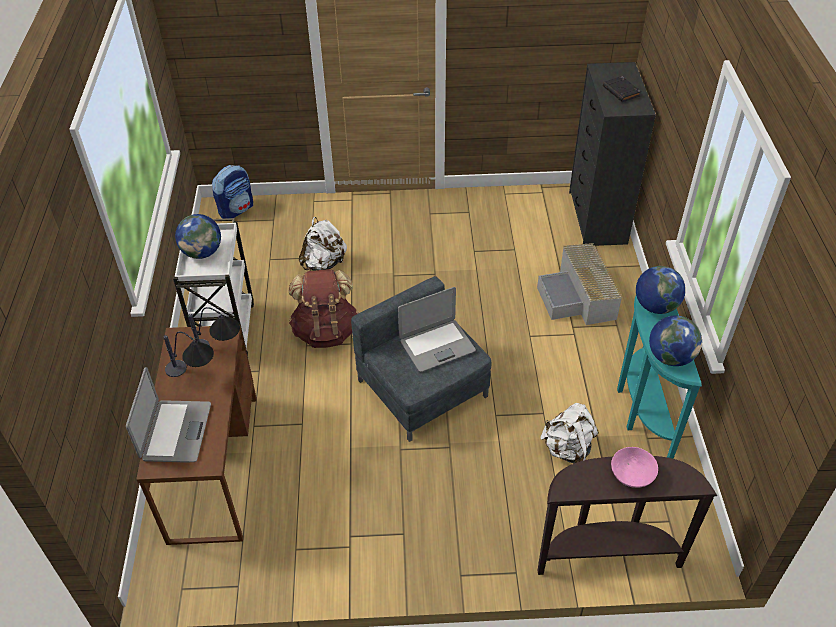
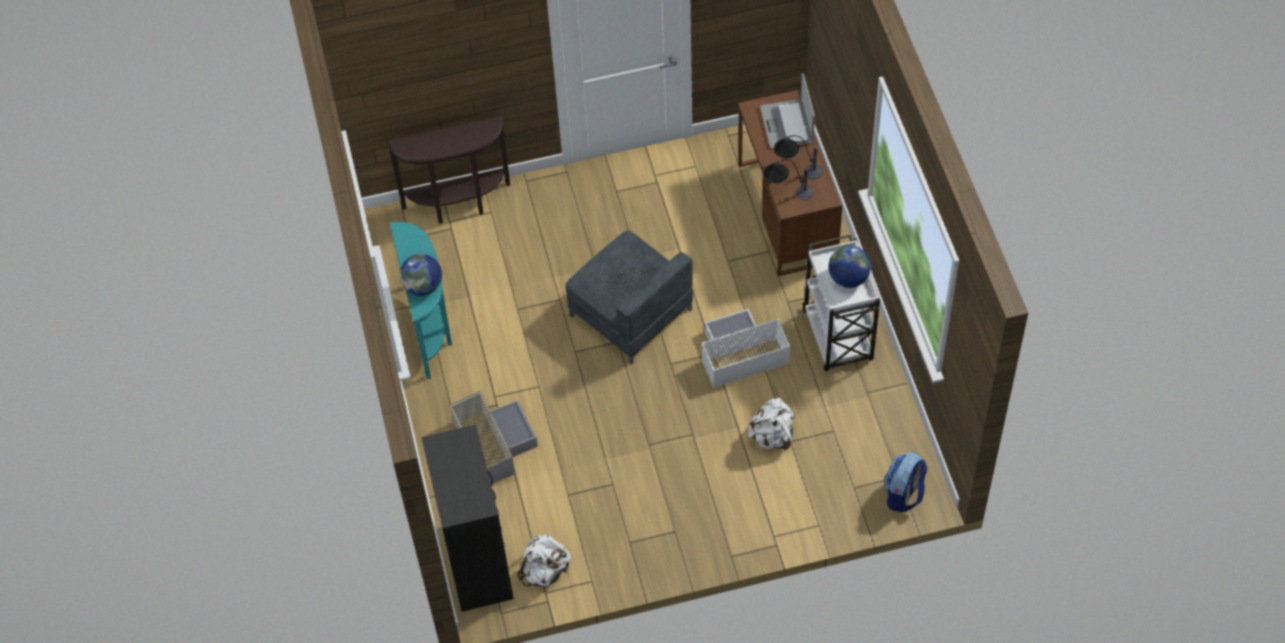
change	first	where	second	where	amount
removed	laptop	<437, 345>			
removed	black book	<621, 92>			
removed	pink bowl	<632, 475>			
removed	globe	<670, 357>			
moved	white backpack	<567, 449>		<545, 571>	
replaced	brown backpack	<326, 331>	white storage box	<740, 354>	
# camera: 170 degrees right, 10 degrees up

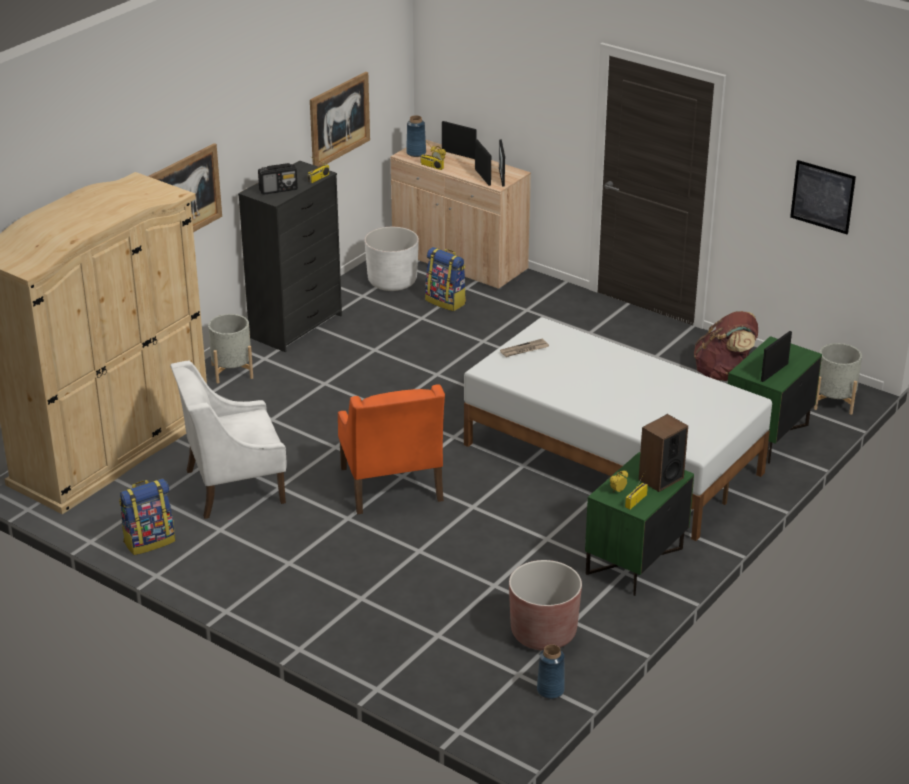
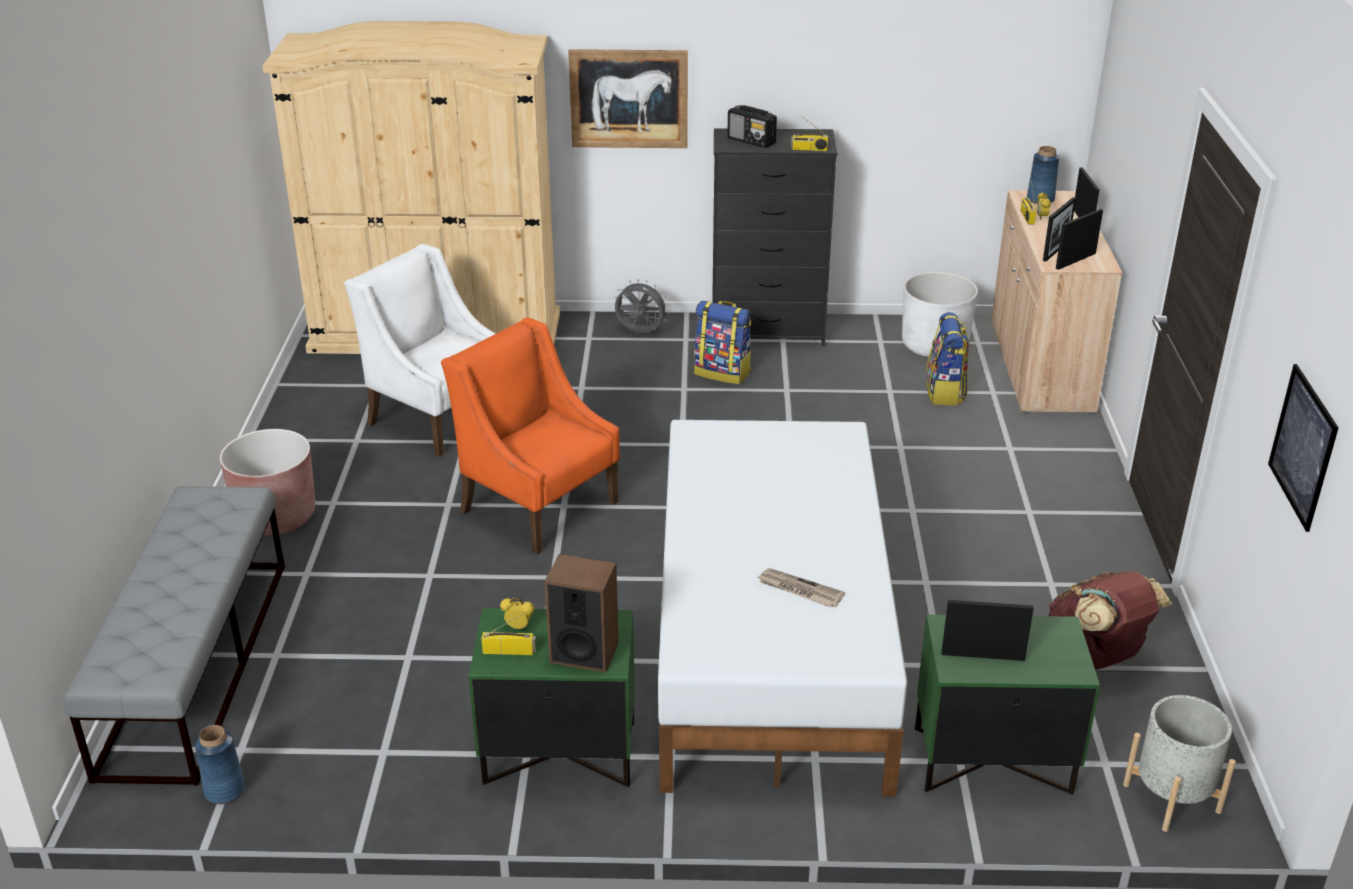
change	first	where	second	where	amount
removed	picture	<339, 120>			
added			grey bench	<196, 664>	
moved	backpack	<149, 541>		<723, 373>	
moved	newspaper	<524, 350>		<799, 590>	
moved	brown planter	<543, 633>		<276, 517>	
replaced	grey planter	<232, 371>	grey fan	<640, 333>	
turned	orange armchair	<391, 485>		<538, 505>	90 degrees clockwise
# camera: 55 degrees right, 0 degrees up

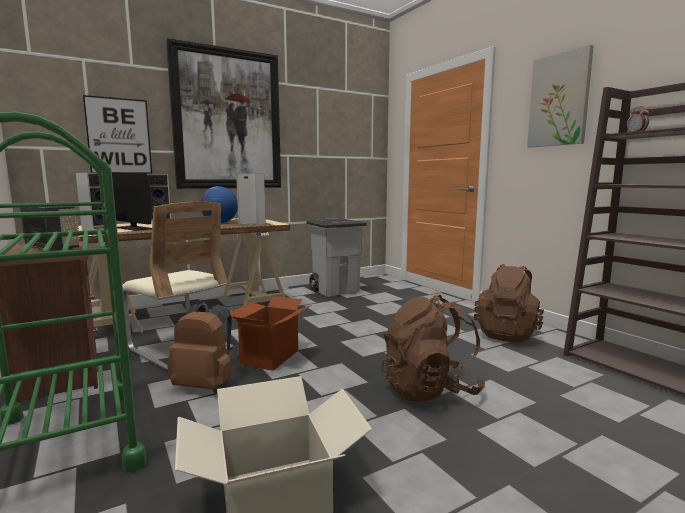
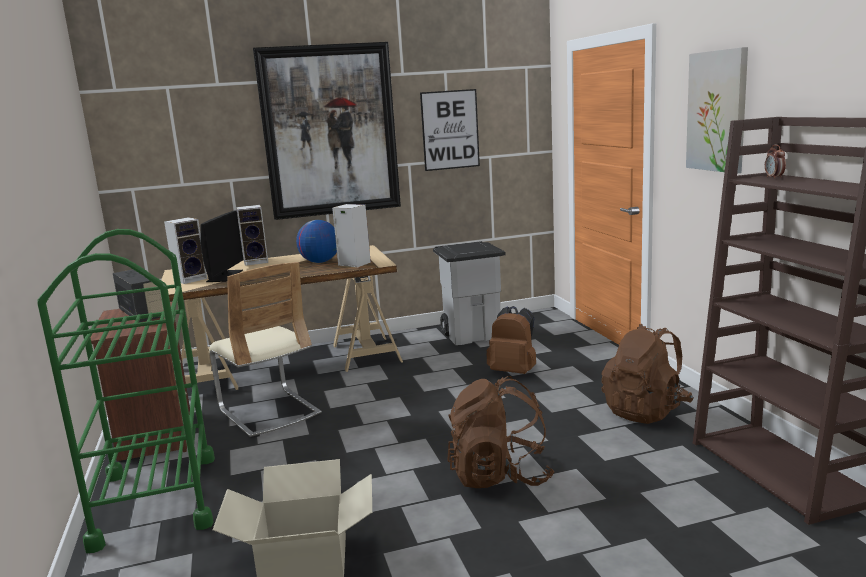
change	first	where	second	where	amount
removed	cardboard box	<269, 357>			
moved	picture	<119, 136>		<450, 130>	
moved	brown backpack	<205, 385>		<514, 371>	
turned	monitor	<133, 228>		<225, 276>	135 degrees counterclockwise
# camera: 15 degrees right, 5 degrees up

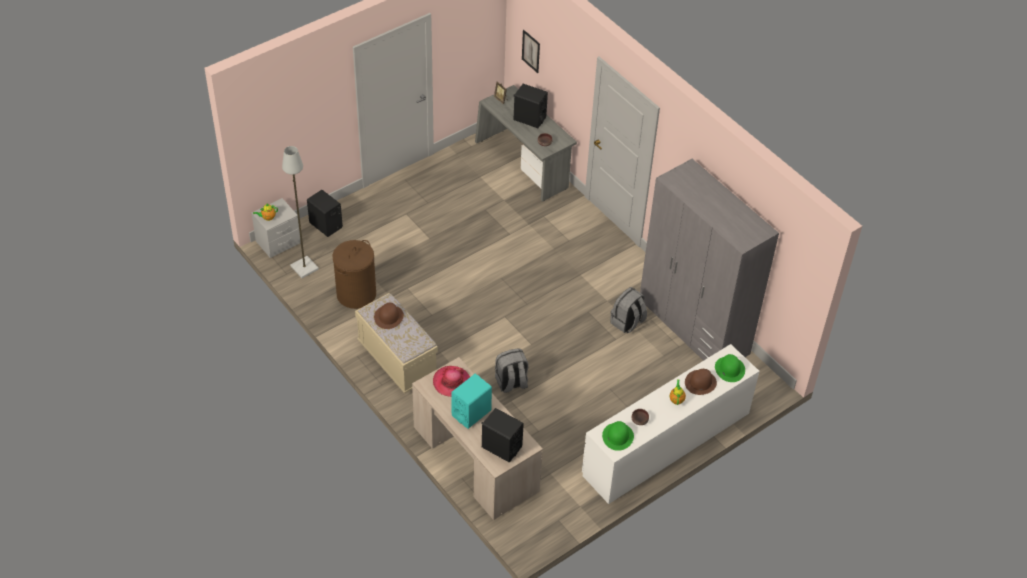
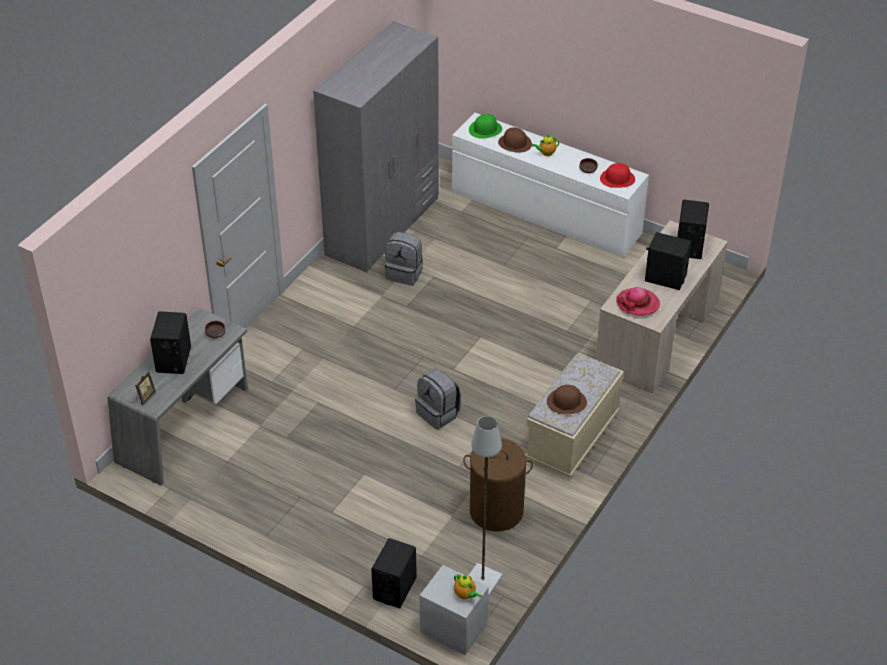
change	first	where	second	where	amount
removed	picture	<531, 51>			
moved	grey backpack	<511, 383>		<438, 413>	
recoloured	turquoise speaker	<471, 413>	black speaker	<665, 278>	
recoloured	green hat	<617, 436>	red hat	<617, 179>	
# camera: 110 degrees left, 5 degrees down

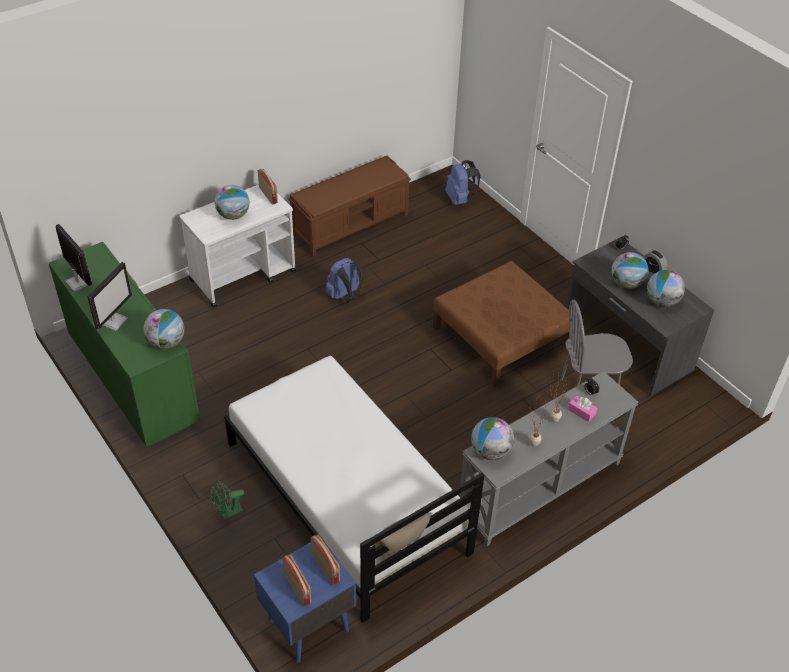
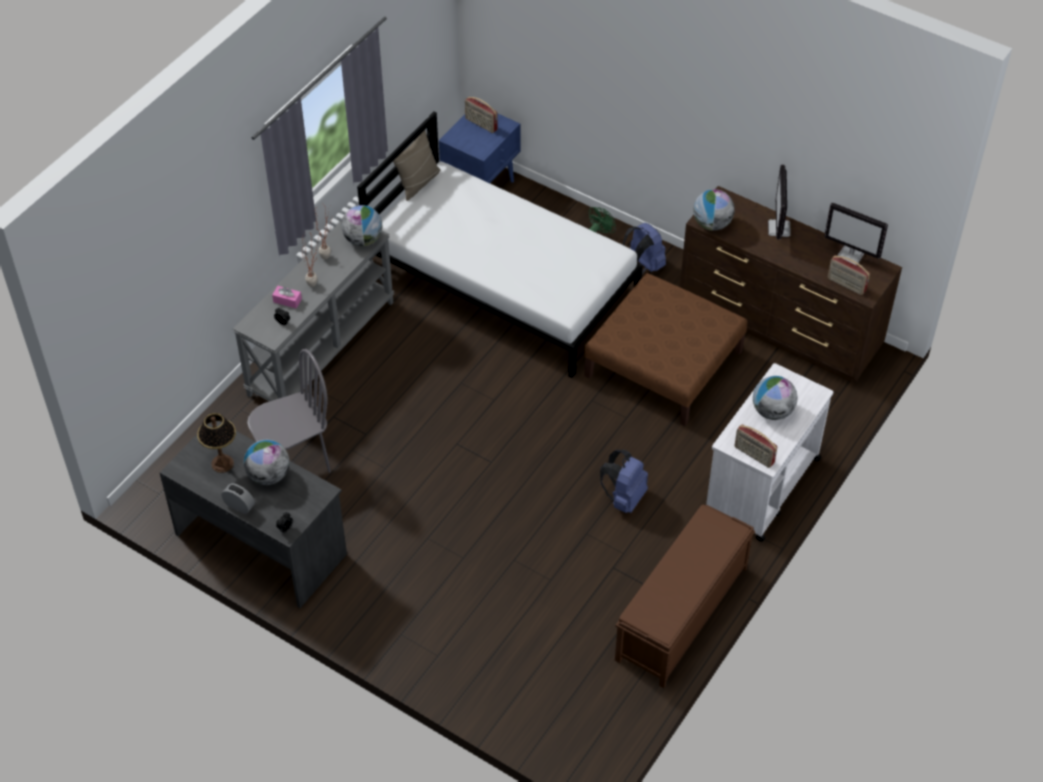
change	first	where	second	where	amount
moved	radio	<326, 567>		<846, 285>	
moved	brown ottoman	<501, 338>		<663, 363>	
moved	blue backpack	<460, 199>		<642, 266>	
replaced	globe	<662, 301>	table lamp	<222, 463>	
recoloured	green dresser	<133, 379>	brown dresser	<780, 326>	
# camera: 160 degrees right, 5 degrees up

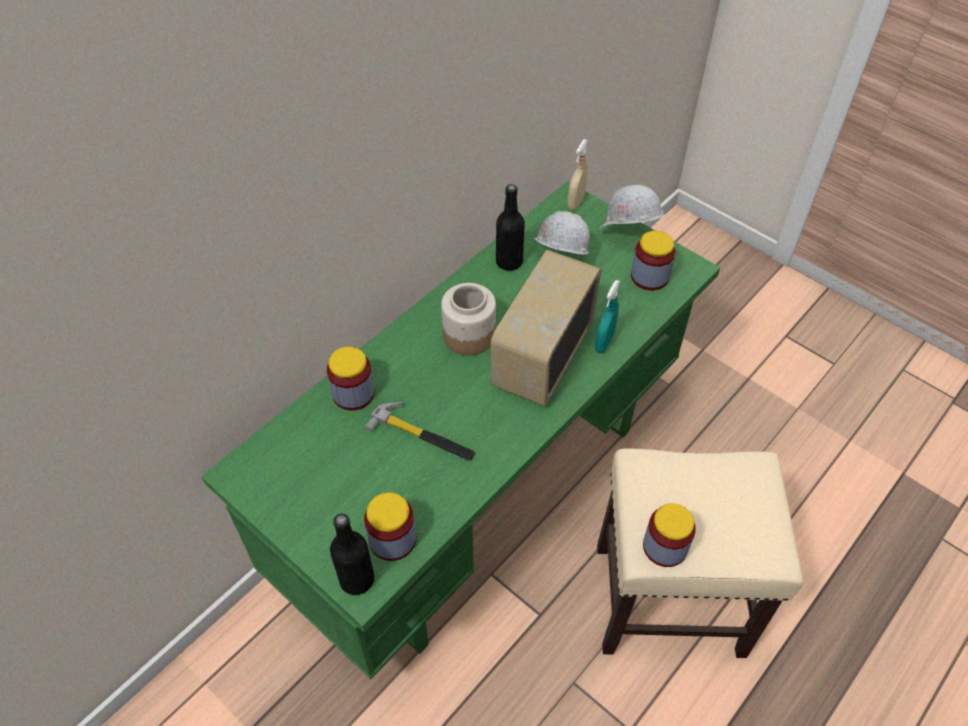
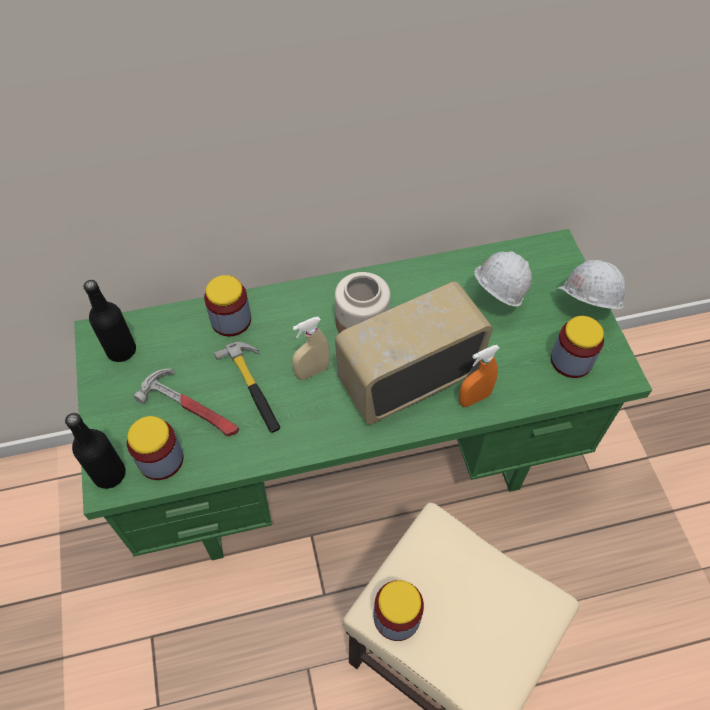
change	first	where	second	where	amount
added			hammer	<192, 407>	
moved	black bottle	<509, 262>		<121, 350>	
moved	beige spray bottle	<576, 202>		<312, 371>	
recoloured	turquoise spray bottle	<604, 343>	orange spray bottle	<474, 398>	
# camera: 35 degrees right, 5 degrees up

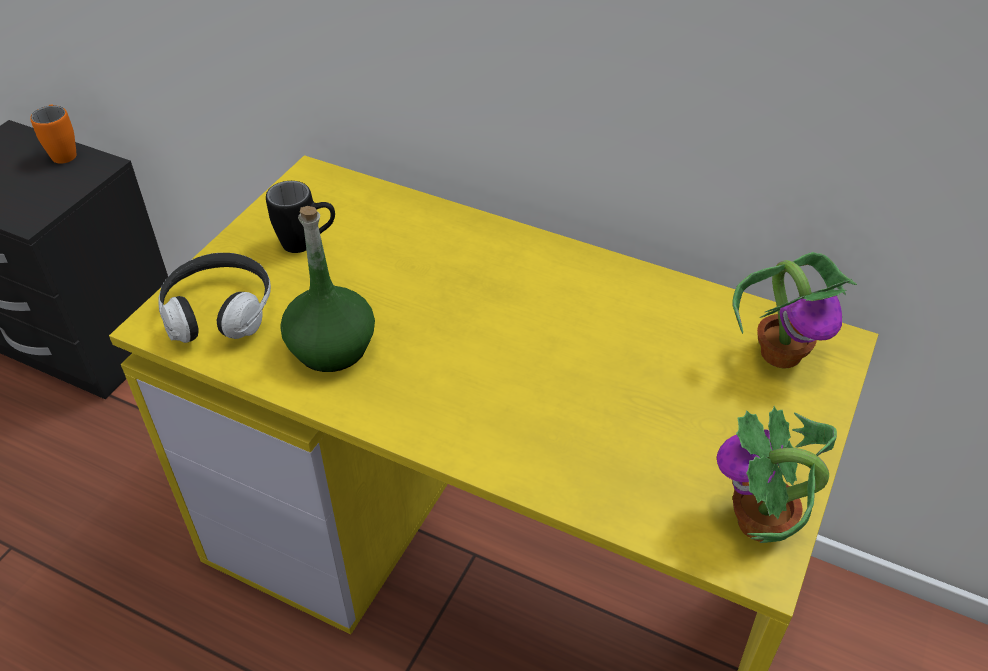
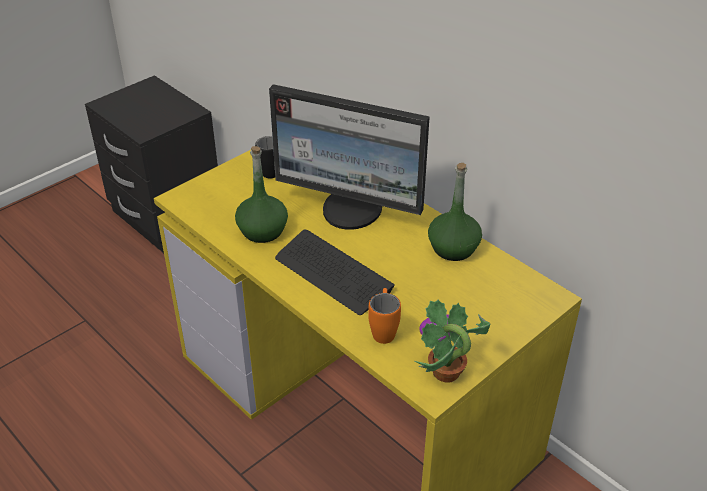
change	first	where	second	where	amount
removed	headphones	<220, 312>			
removed	potted plant	<781, 353>			
added			monitor	<352, 210>	
added			keyboard	<333, 274>	
added			green bottle	<453, 248>	
moved	orange mug	<64, 152>		<383, 330>	
# camera: 20 degrees right, 5 degrees down

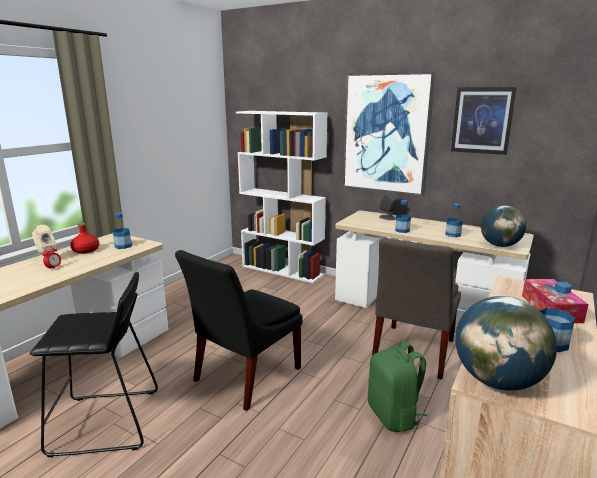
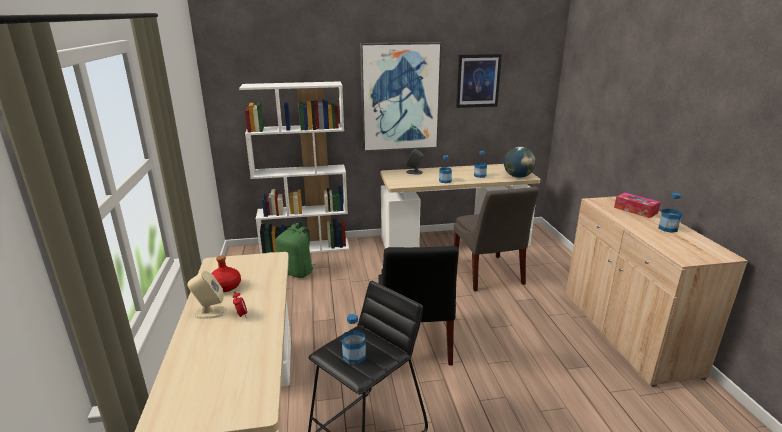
change	first	where	second	where	amount
removed	globe	<496, 380>			
moved	bottle	<123, 246>		<354, 356>	
moved	green backpack	<394, 416>		<297, 272>	
# camera: 40 degrees left, 5 degrees up

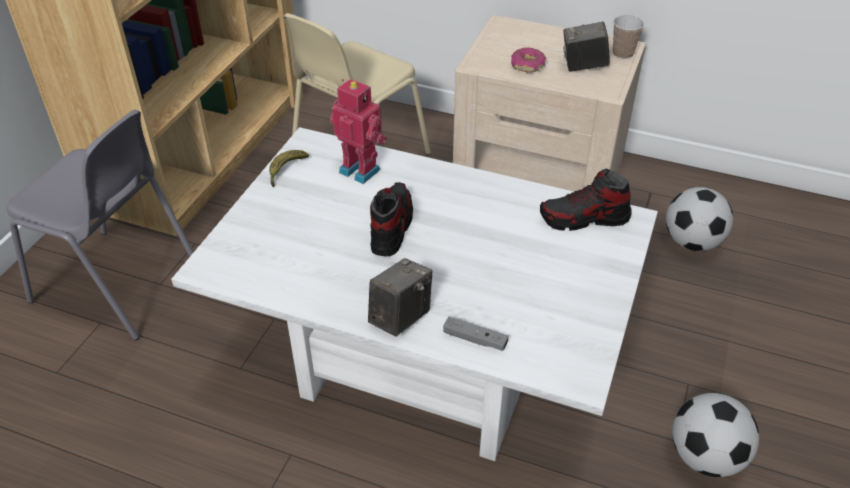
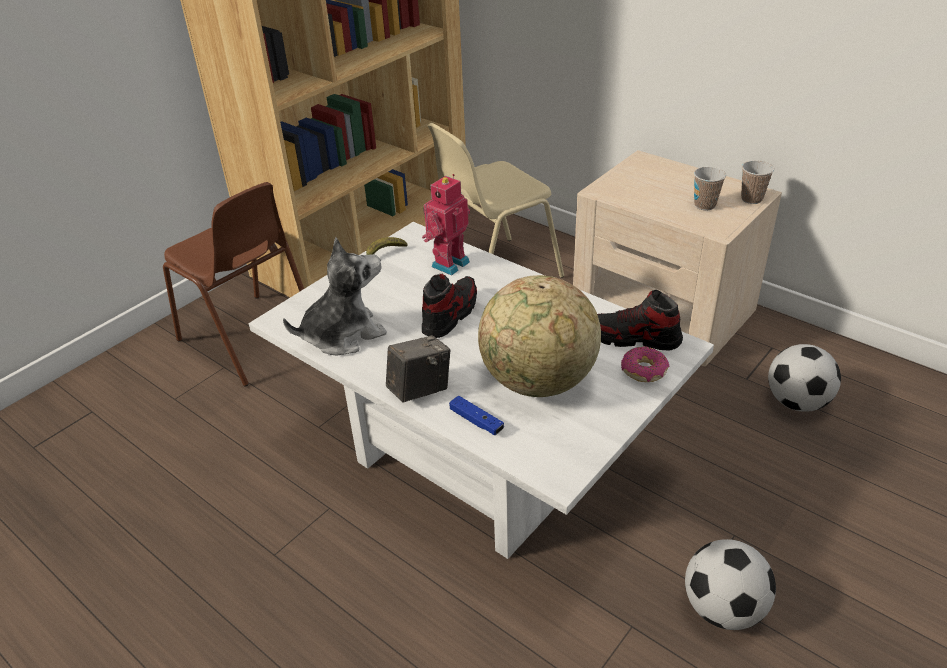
change	first	where	second	where	amount
added			plush toy	<343, 334>	
added			globe	<538, 382>	
moved	donut	<528, 65>		<644, 371>	
replaced	photo camera	<583, 66>	cup	<705, 205>	
recoloured	grey chair	<118, 285>	brown chair	<250, 340>	
recoloured	grey game controller	<475, 339>	blue game controller	<476, 421>	
turned	toy robot	<361, 169>		<448, 263>	105 degrees counterclockwise
# camera: 20 degrees right, 5 degrees down

